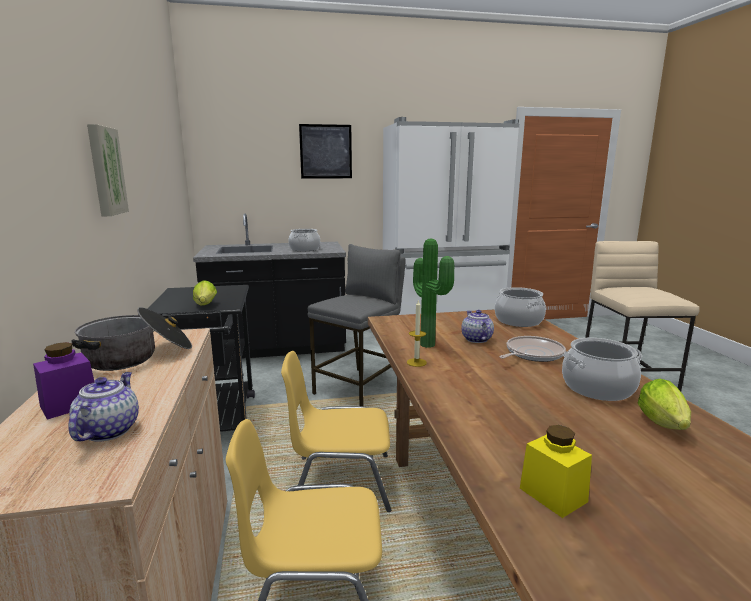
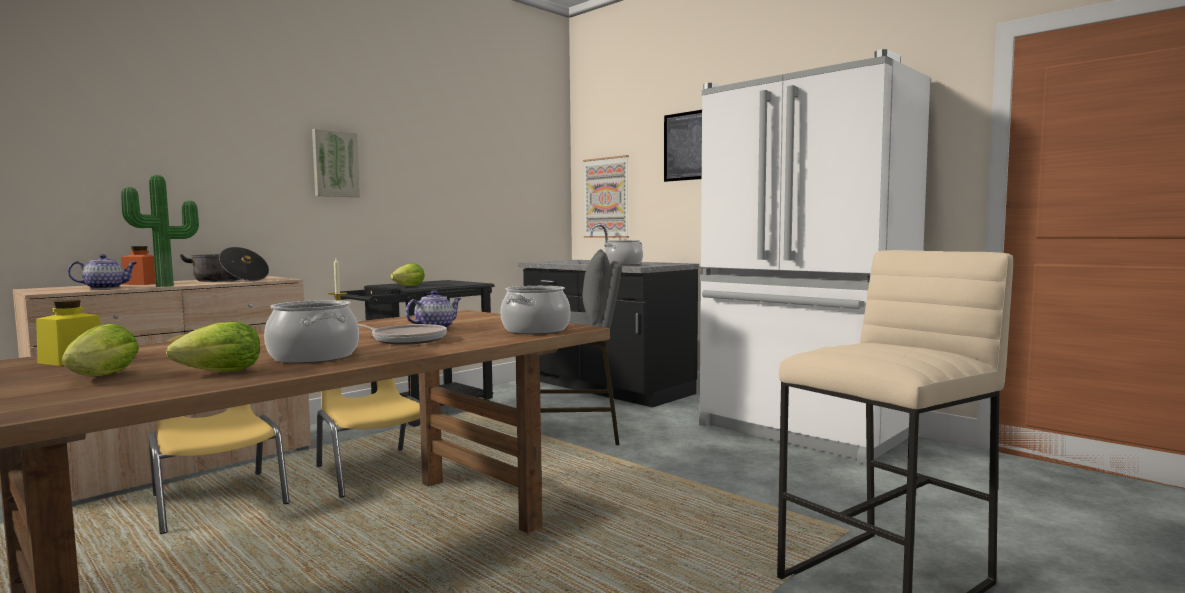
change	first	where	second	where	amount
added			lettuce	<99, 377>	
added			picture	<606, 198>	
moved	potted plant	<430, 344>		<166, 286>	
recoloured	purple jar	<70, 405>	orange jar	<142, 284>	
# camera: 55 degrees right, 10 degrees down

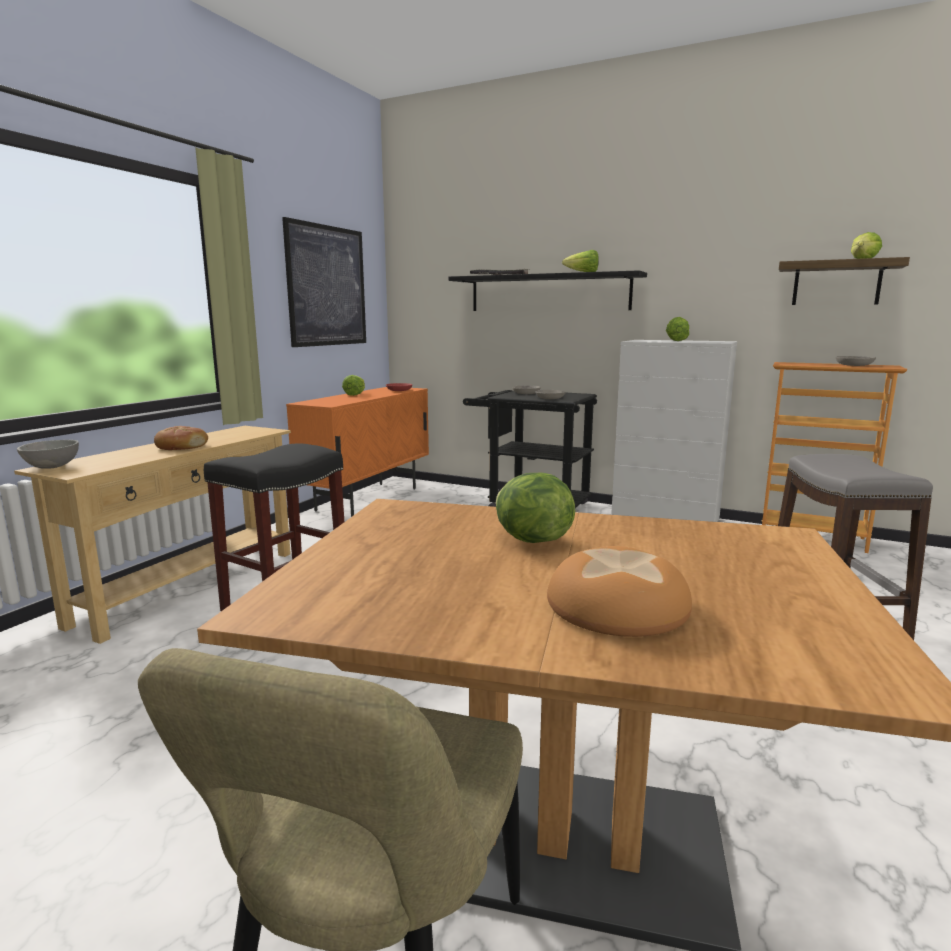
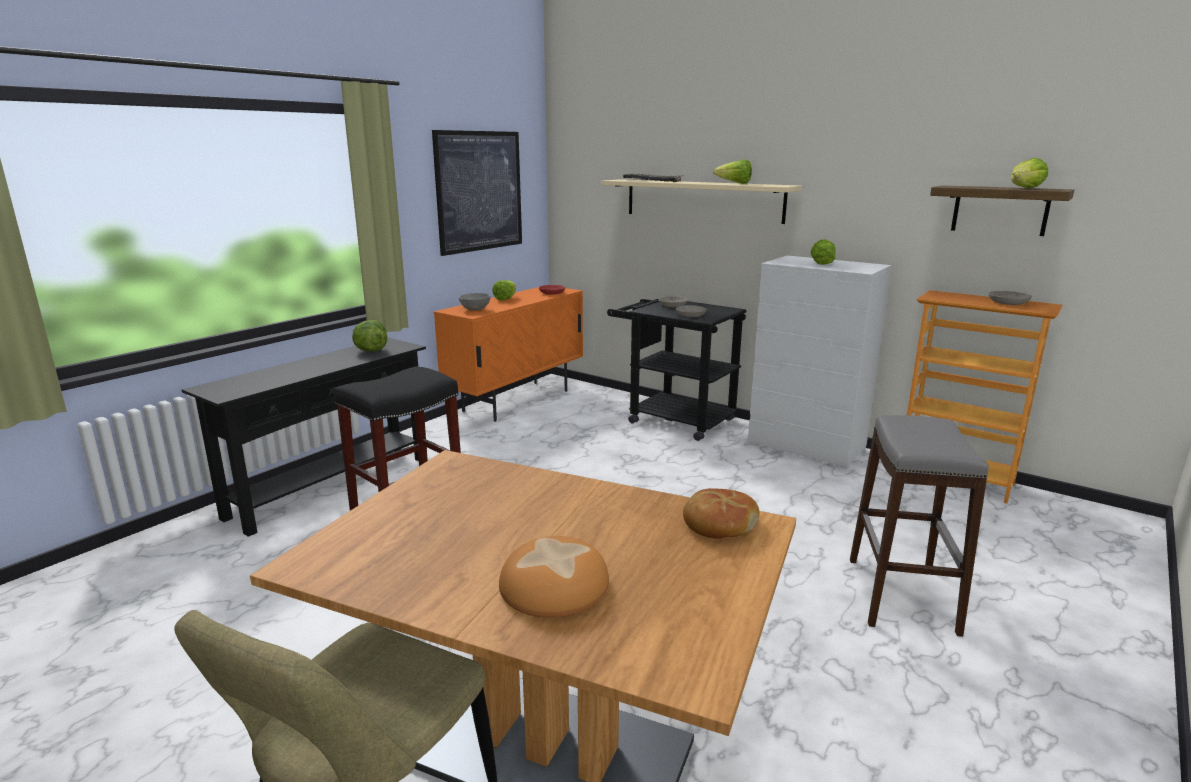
change	first	where	second	where	amount
moved	grey bowl	<52, 467>		<475, 310>	
moved	bread	<181, 447>		<719, 524>	
moved	lettuce	<531, 540>		<370, 350>	
recoloured	beige console table	<189, 586>	black console table	<331, 486>	
recoloured	black shelf	<548, 293>	beige shelf	<702, 200>	
# camera: 10 degrees right, 5 degrees up

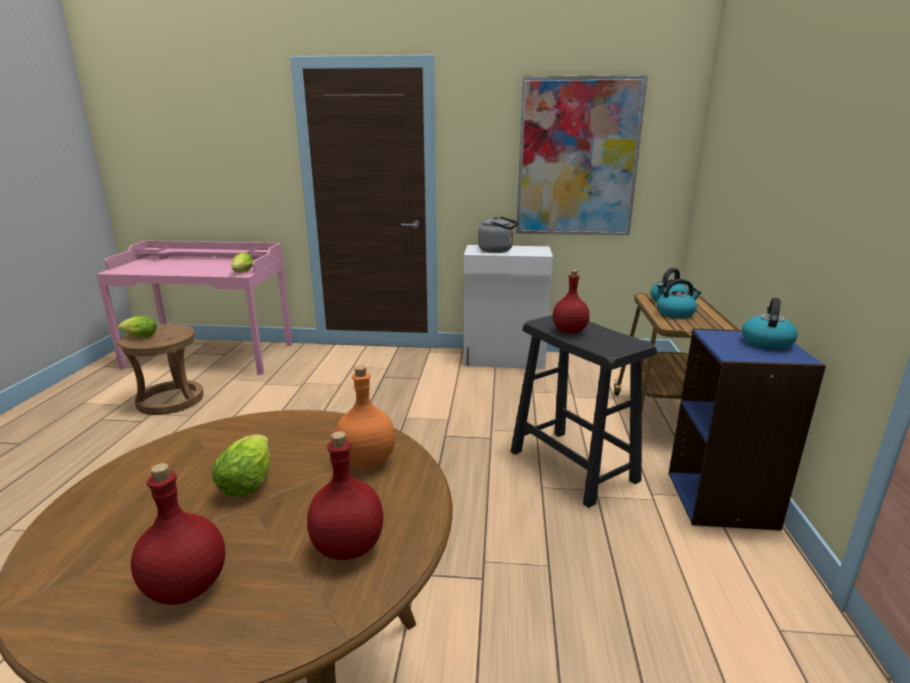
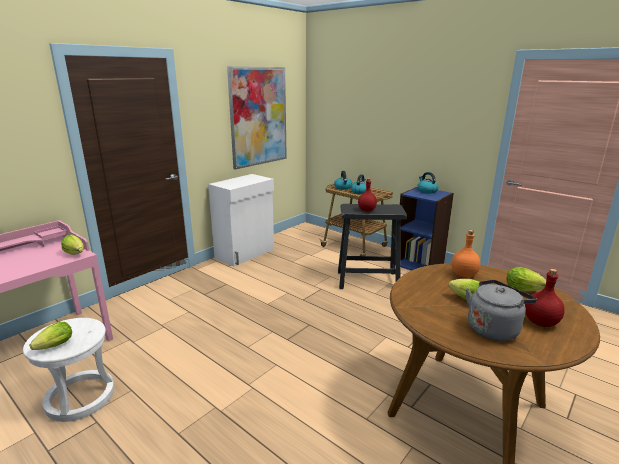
change	first	where	second	where	amount
moved	grey kettle	<498, 250>		<494, 328>	
replaced	red bottle	<348, 545>	lettuce	<525, 290>	
recoloured	brown stool	<170, 400>	white stool	<80, 398>	
# camera: 55 degrees left, 0 degrees up

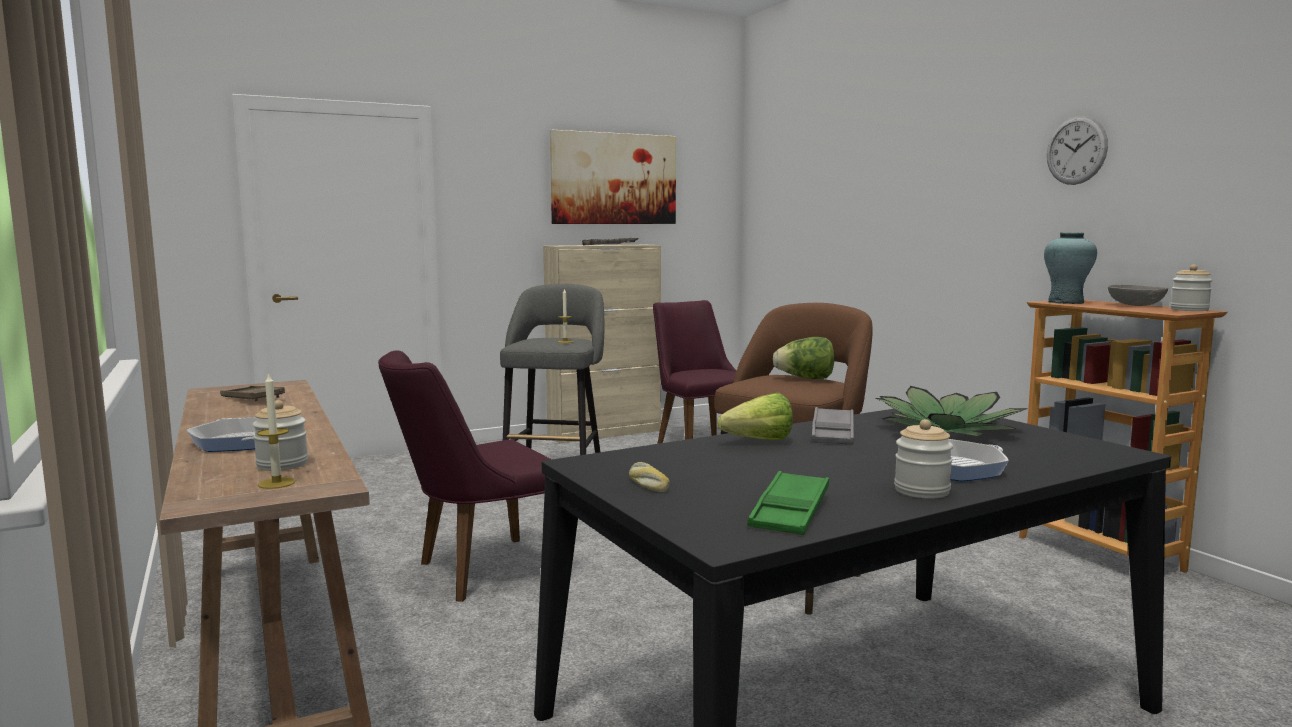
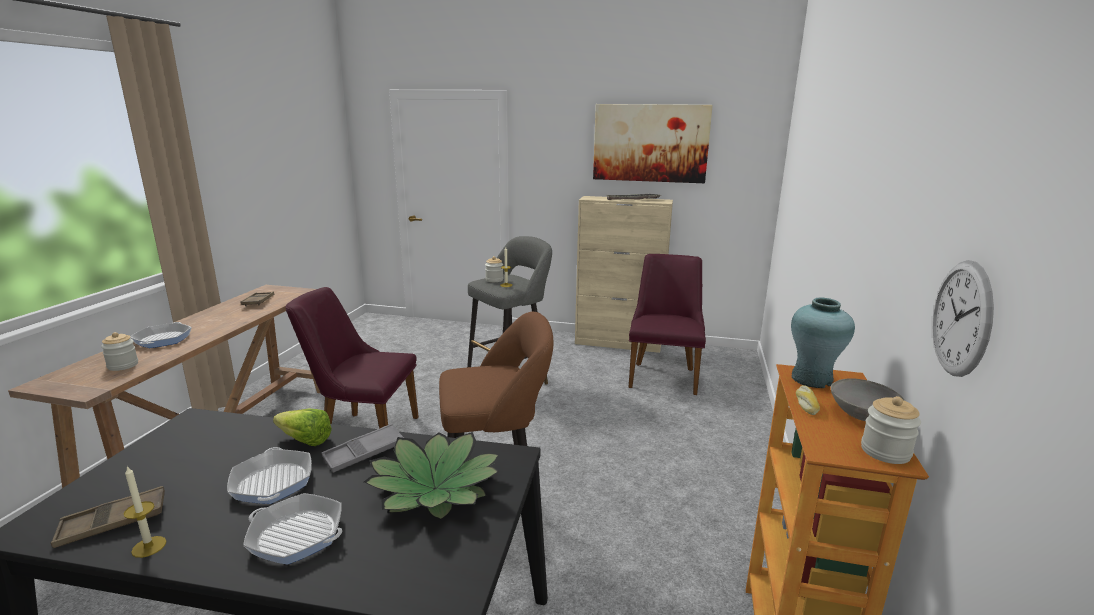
change	first	where	second	where	amount
removed	lettuce	<805, 378>			
added			frying pan	<272, 482>	
moved	candle	<276, 483>		<149, 546>	
moved	bread	<646, 484>		<805, 404>	
moved	jar	<921, 491>		<494, 280>	
moved	wall clock	<1076, 150>		<961, 318>	
recoloured	green tray	<790, 512>	brown tray	<113, 522>	
# camera: 40 degrees right, 10 degrees up

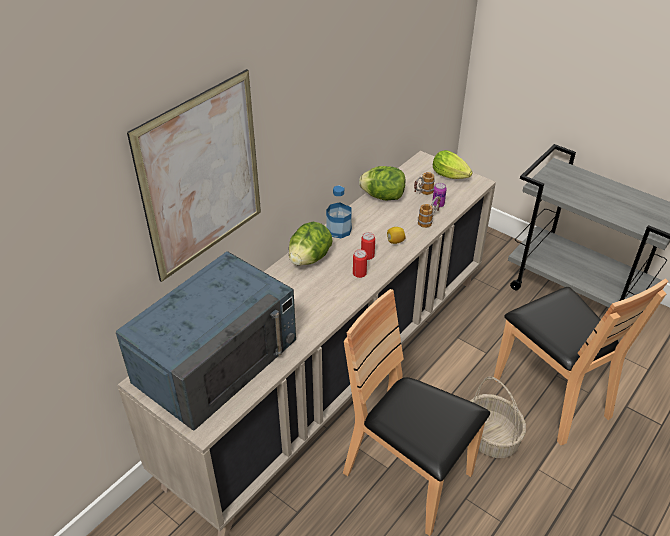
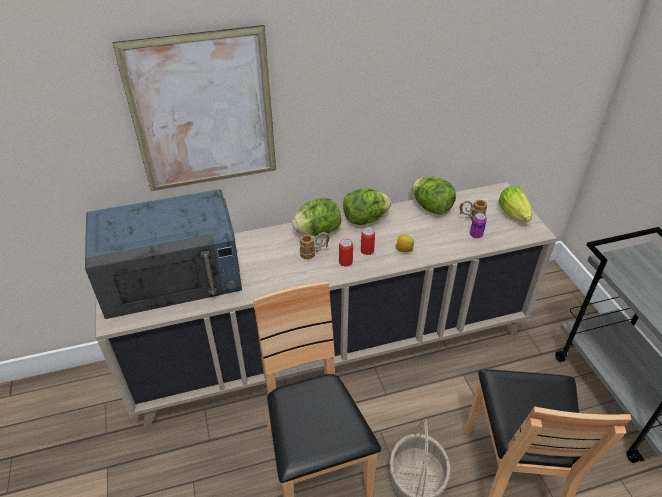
change	first	where	second	where	amount
moved	mug	<429, 220>		<314, 253>	
replaced	bottle	<339, 230>	lettuce	<365, 219>	
# camera: 35 degrees right, 0 degrees up

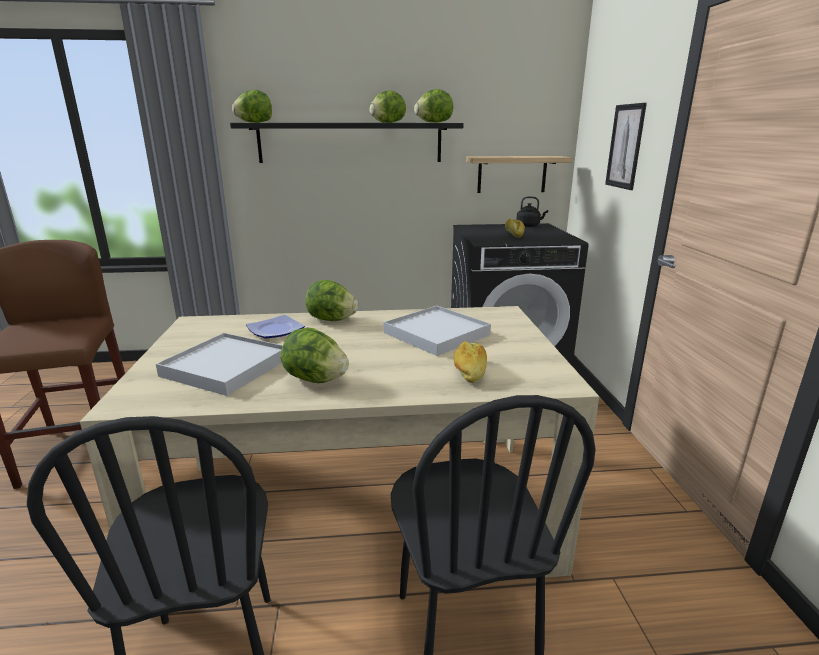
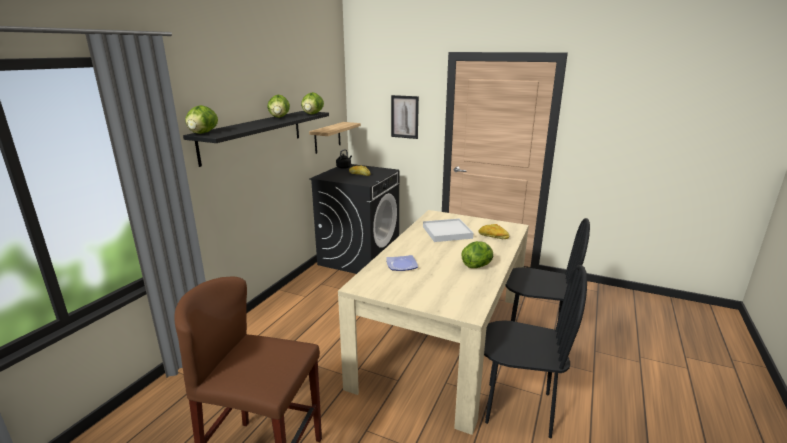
change	first	where	second	where	amount
removed	white tray	<225, 367>			
removed	lettuce	<331, 320>			
# camera: 60 degrees left, 0 degrees up

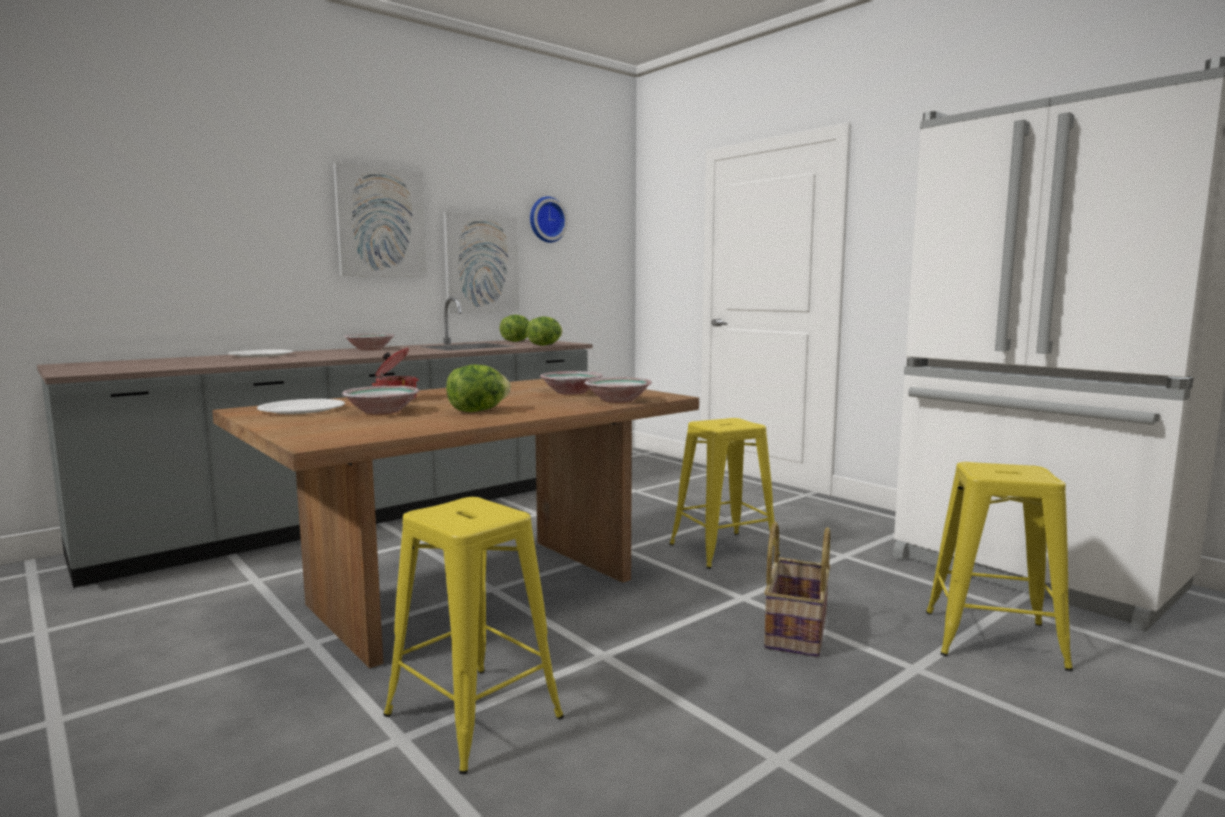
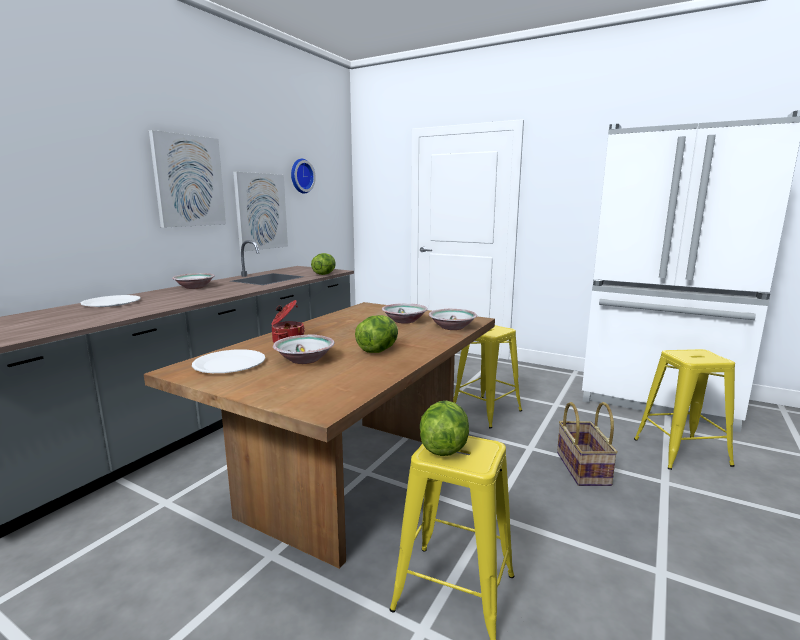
change	first	where	second	where	amount
moved	lettuce	<516, 341>		<443, 447>	
# camera: 20 degrees left, 5 degrees up

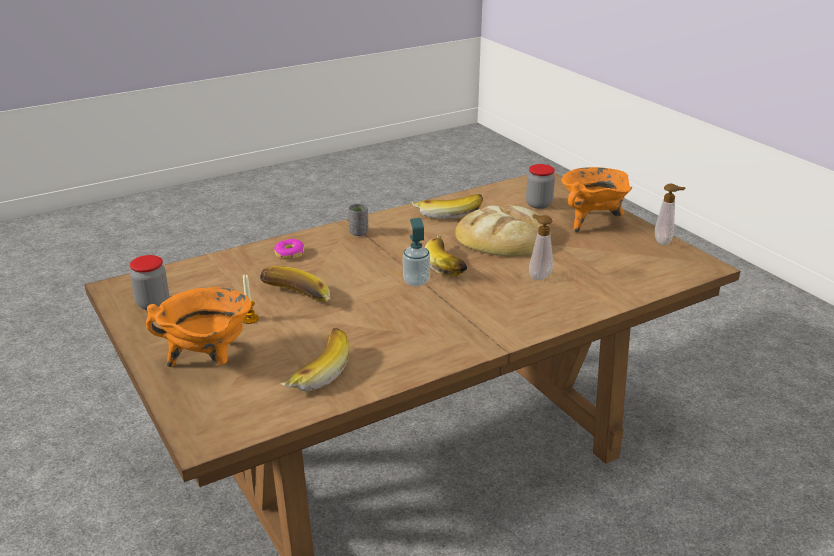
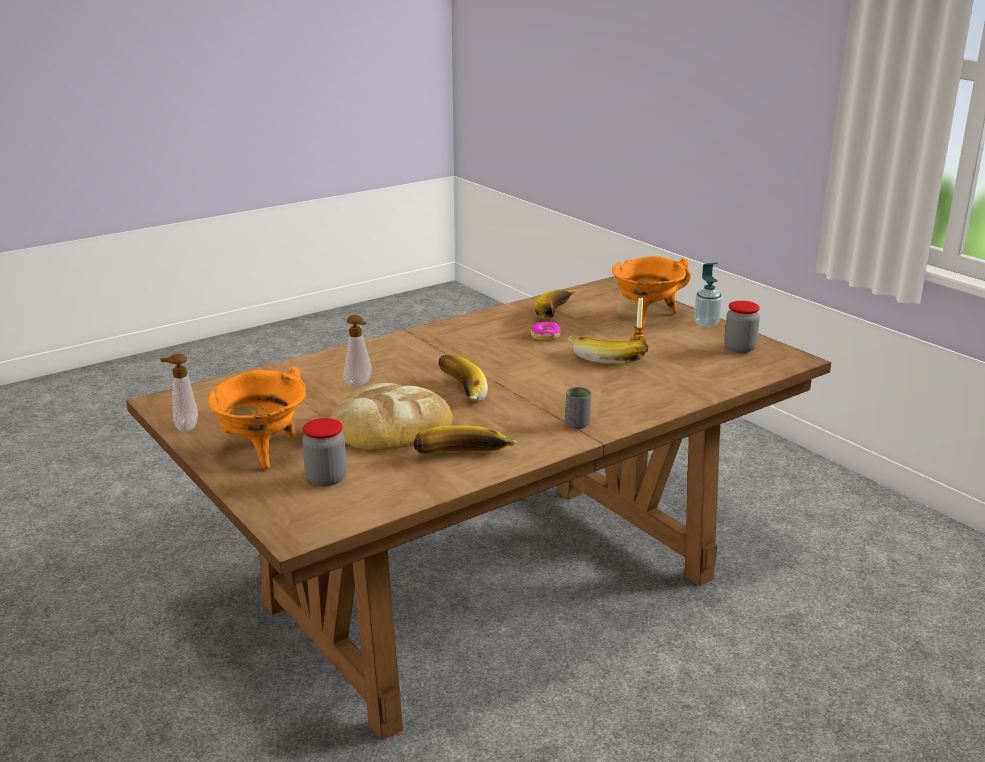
change	first	where	second	where	amount
moved	donut	<289, 254>		<545, 336>	
moved	soap dispenser	<416, 281>		<706, 323>	
# camera: 175 degrees right, 5 degrees down

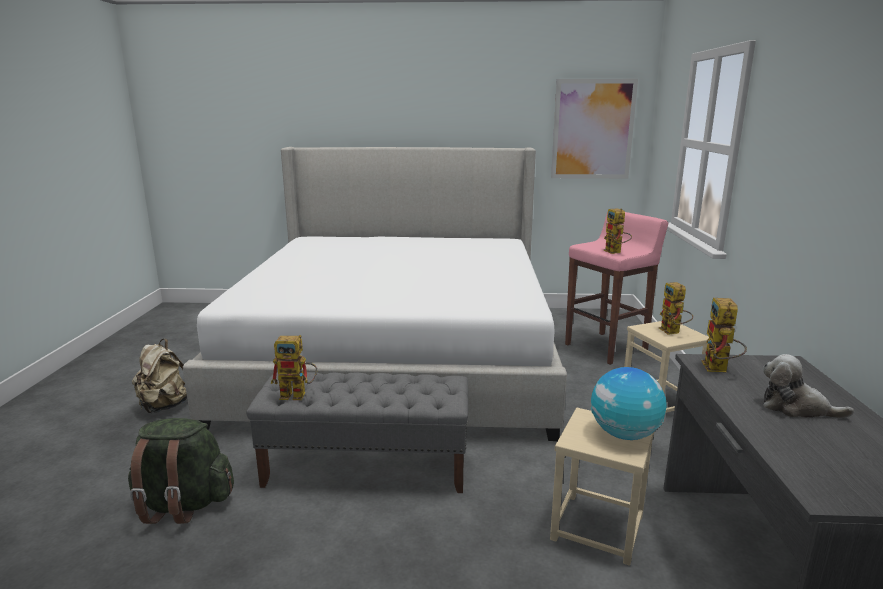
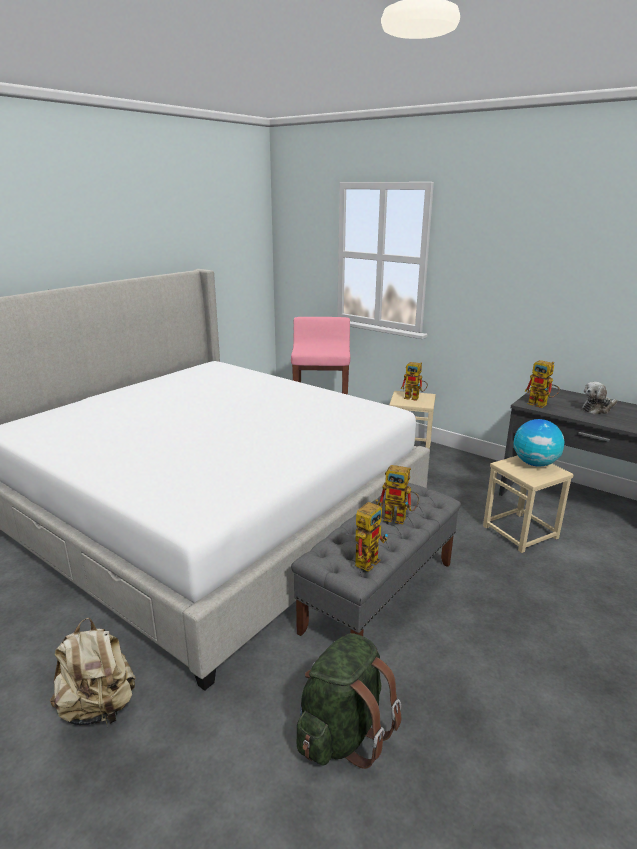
change	first	where	second	where	amount
removed	picture	<592, 129>			
moved	toy robot	<615, 252>		<400, 518>	
# camera: 55 degrees left, 5 degrees up

